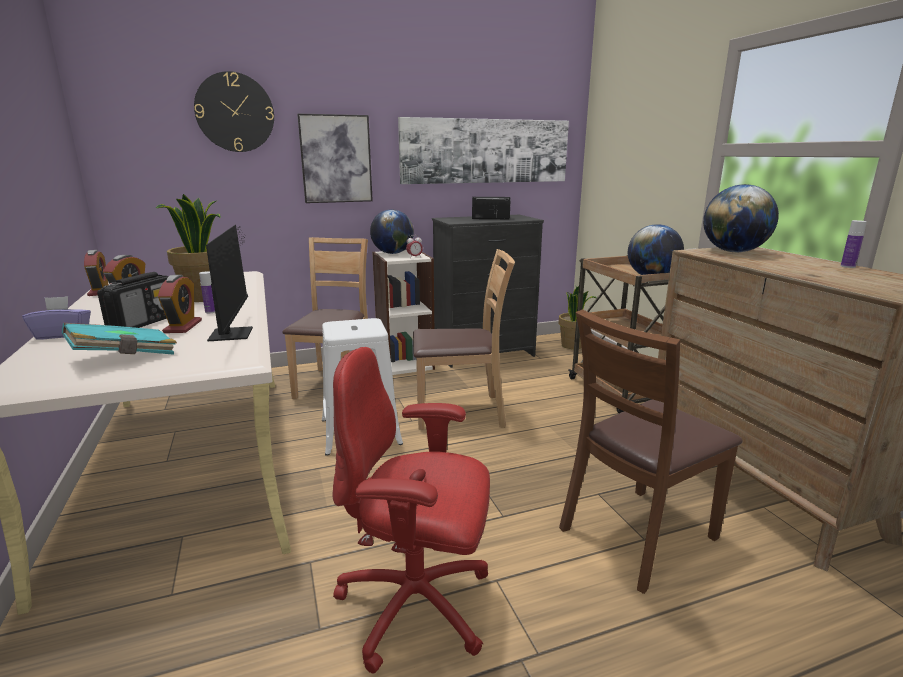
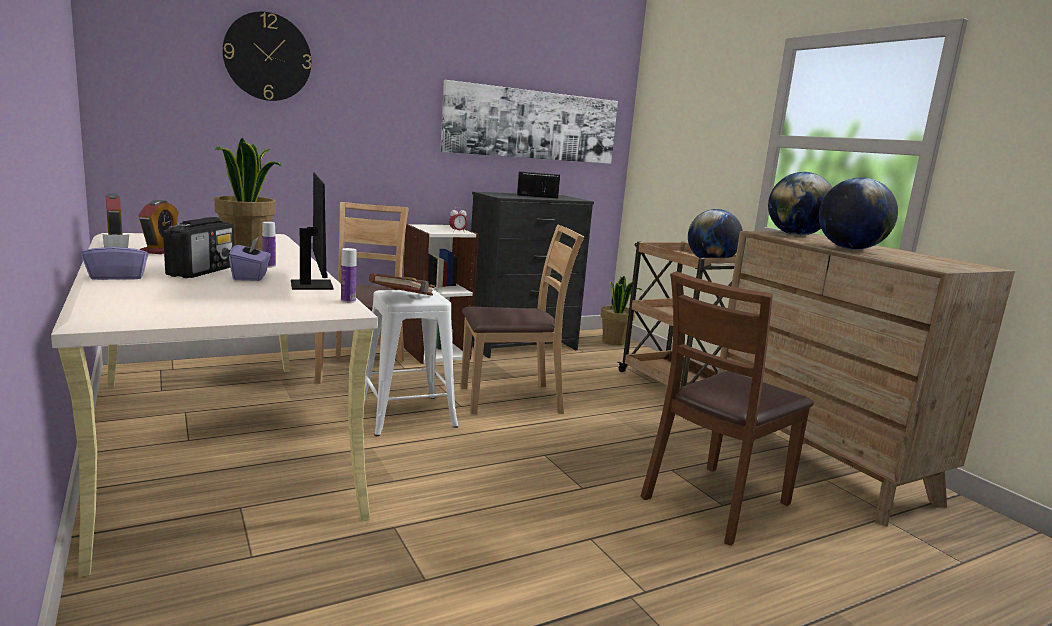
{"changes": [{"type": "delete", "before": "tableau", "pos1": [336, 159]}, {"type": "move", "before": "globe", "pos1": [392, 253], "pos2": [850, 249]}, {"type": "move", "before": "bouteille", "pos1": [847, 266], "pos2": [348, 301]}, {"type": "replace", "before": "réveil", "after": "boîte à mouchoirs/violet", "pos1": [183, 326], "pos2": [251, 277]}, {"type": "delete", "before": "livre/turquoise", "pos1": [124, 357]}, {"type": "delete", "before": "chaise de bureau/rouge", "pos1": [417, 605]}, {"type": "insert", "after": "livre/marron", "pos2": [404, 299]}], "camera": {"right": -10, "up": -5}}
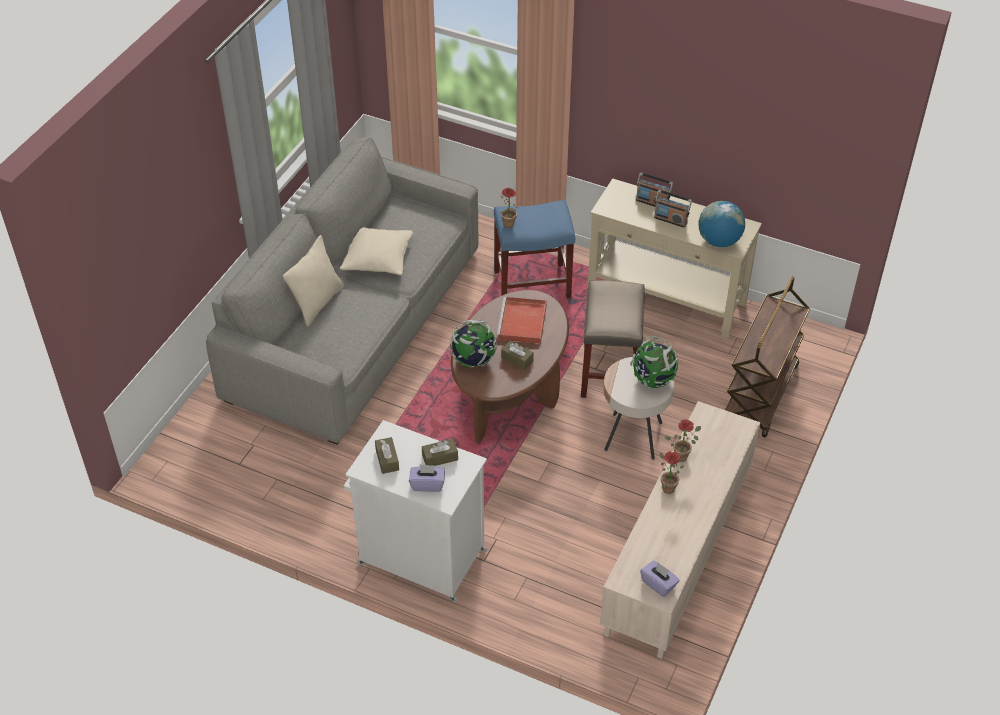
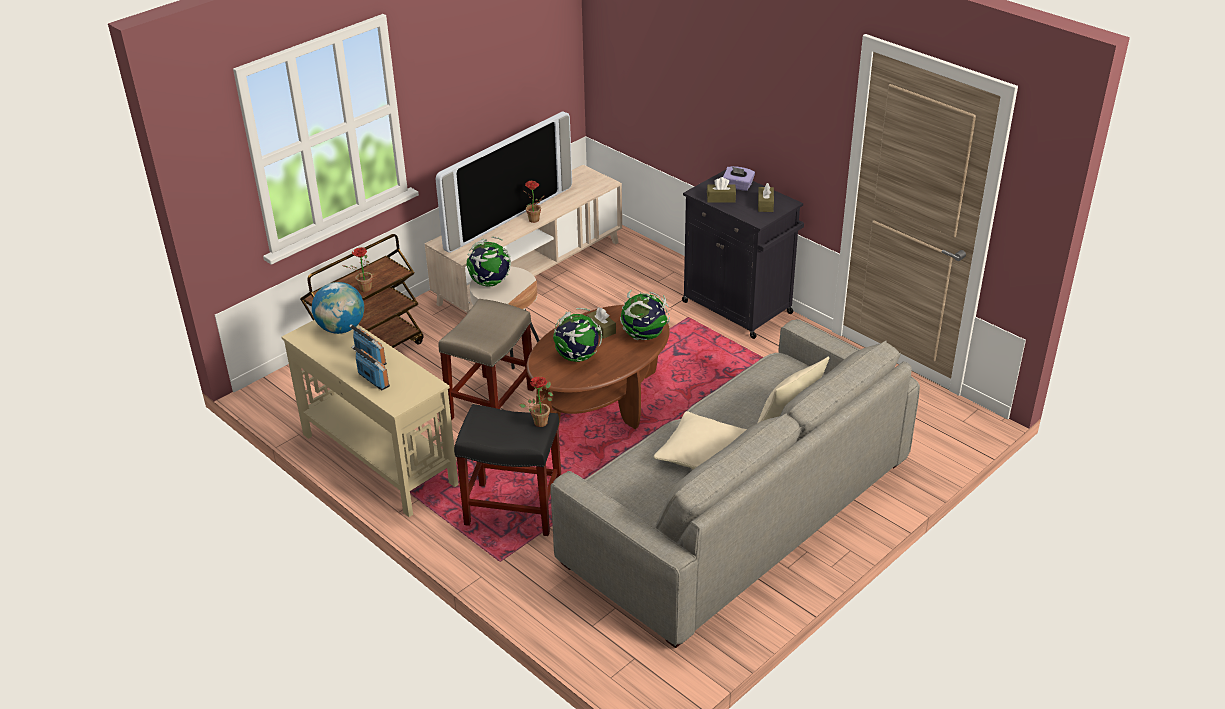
{"changes": [{"type": "recolor", "before": "tabouret/bleu", "after": "tabouret/noir", "pos1": [533, 284], "pos2": [512, 509]}, {"type": "replace", "before": "plateau/rouge", "after": "globe", "pos1": [522, 323], "pos2": [577, 357]}, {"type": "move", "before": "plante en pot", "pos1": [682, 455], "pos2": [363, 290]}, {"type": "recolor", "before": "meuble de rangement/blanc", "after": "meuble de rangement/noir", "pos1": [420, 557], "pos2": [739, 308]}, {"type": "delete", "before": "boîte à mouchoirs/violet", "pos1": [658, 584]}, {"type": "insert", "after": "téléviseur", "pos2": [506, 216]}], "camera": {"right": -160, "up": -10}}
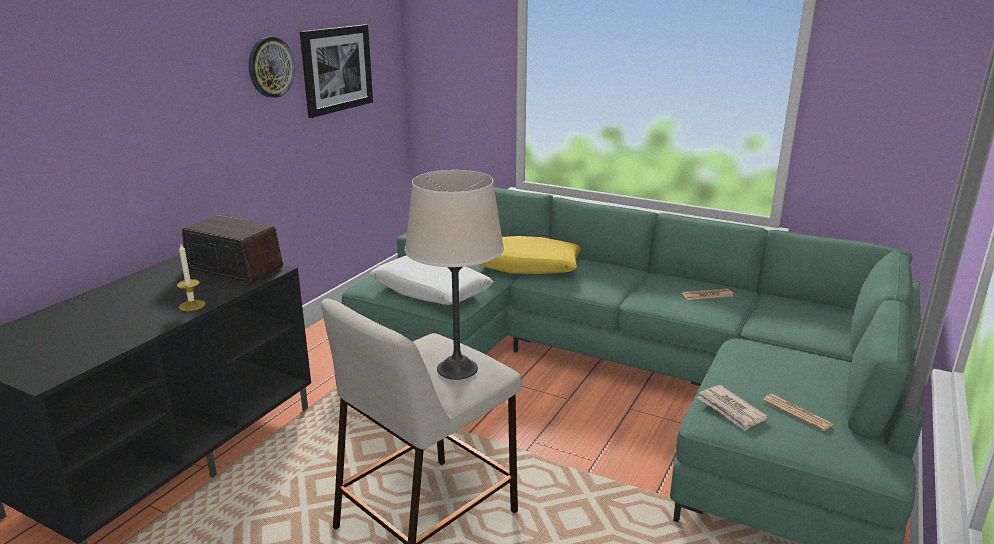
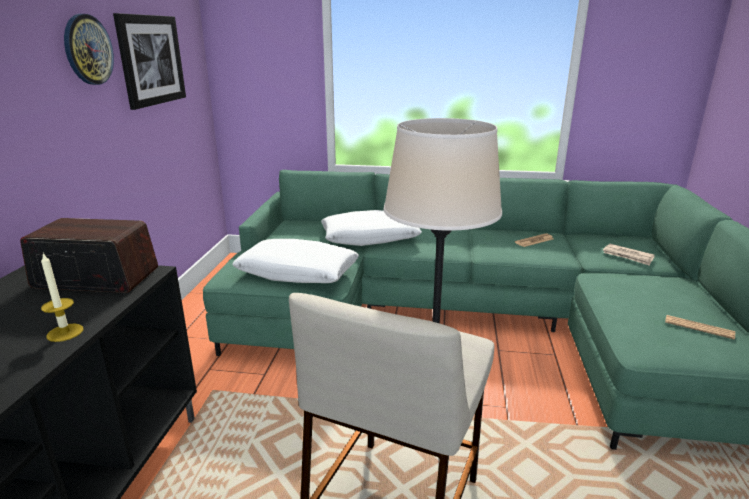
{"changes": [{"type": "recolor", "before": "coussin/jaune", "after": "coussin/blanc", "pos1": [528, 266], "pos2": [369, 238]}, {"type": "move", "before": "journal", "pos1": [730, 410], "pos2": [628, 256]}], "camera": {"right": -20, "up": 0}}
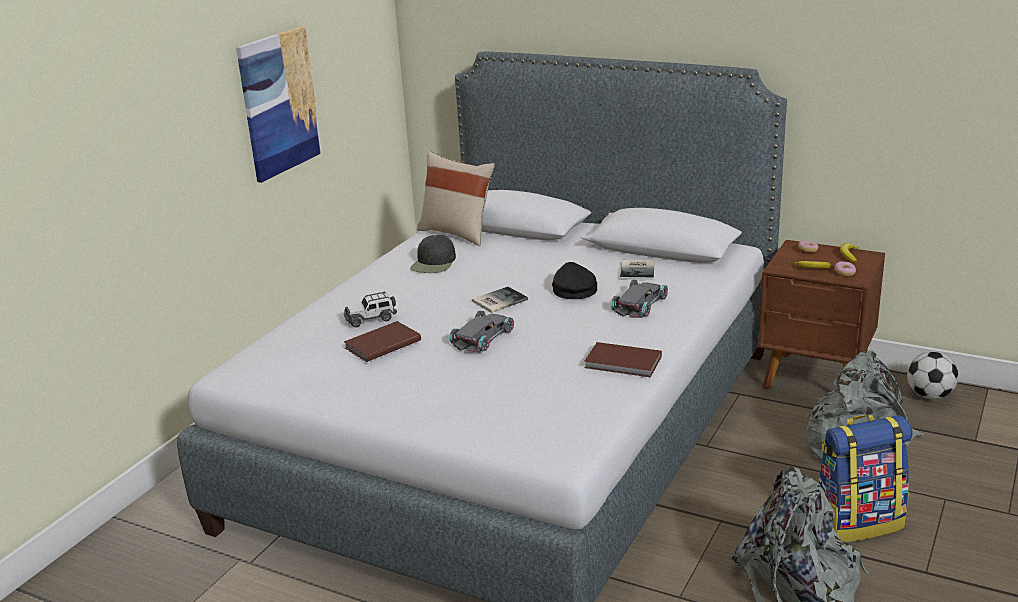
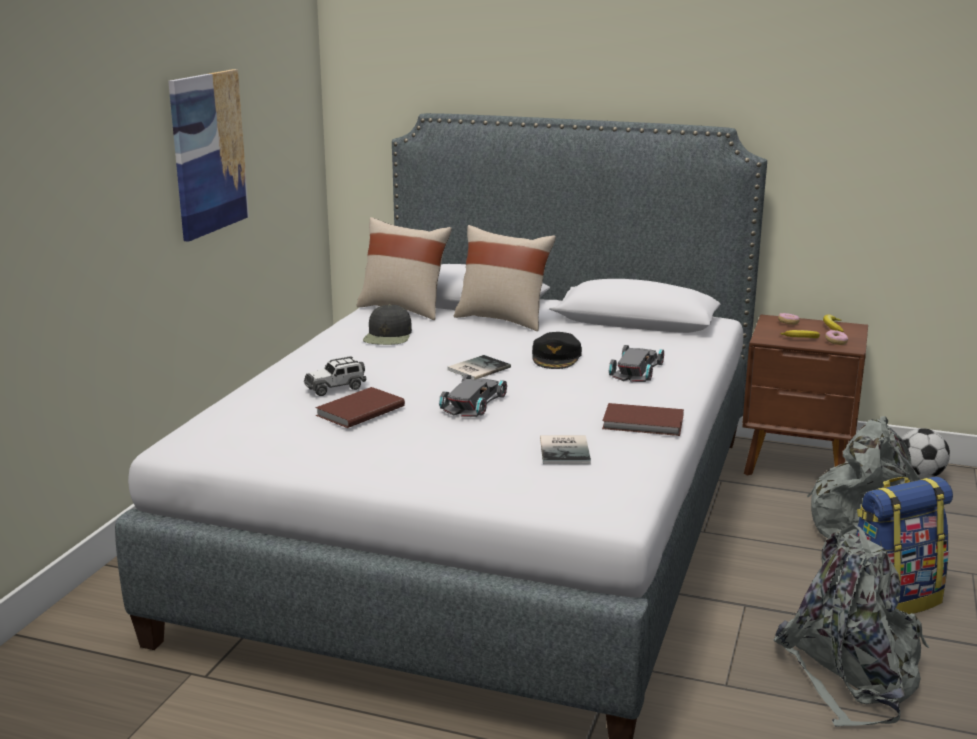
{"changes": [{"type": "move", "before": "livre", "pos1": [639, 270], "pos2": [566, 450]}, {"type": "rotate", "before": "casquette/noir", "pos1": [573, 289], "pos2": [556, 357], "turn": -150}, {"type": "insert", "after": "coussin/beige", "pos2": [503, 319]}], "camera": {"right": -10, "up": -5}}
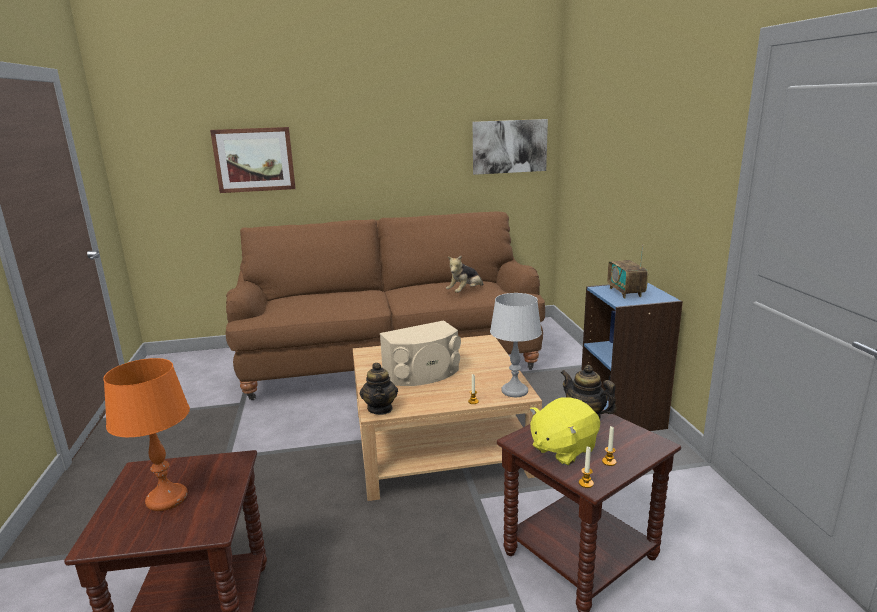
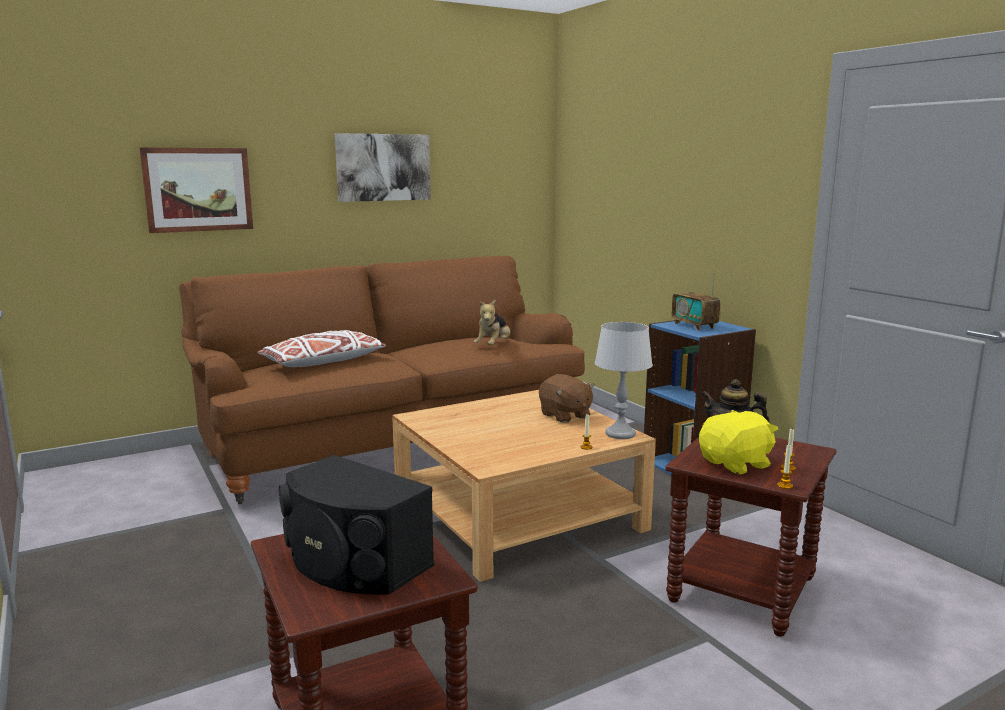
{"changes": [{"type": "move", "before": "tableau", "pos1": [509, 146], "pos2": [383, 167]}, {"type": "delete", "before": "enceinte/beige", "pos1": [423, 373]}, {"type": "replace", "before": "lampe de table/orange", "after": "enceinte/noir", "pos1": [167, 498], "pos2": [352, 563]}, {"type": "delete", "before": "théière", "pos1": [380, 408]}, {"type": "rotate", "before": "peluche/jaune", "pos1": [562, 449], "pos2": [736, 464], "turn": -150}, {"type": "insert", "after": "coussin/blanc", "pos2": [323, 362]}, {"type": "insert", "after": "peluche/marron", "pos2": [565, 416]}], "camera": {"right": -20, "up": -5}}
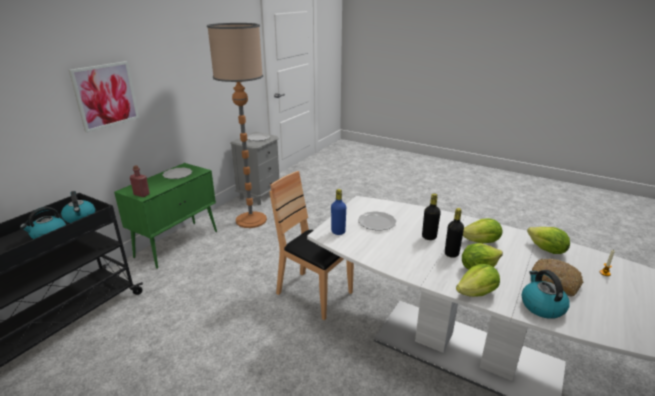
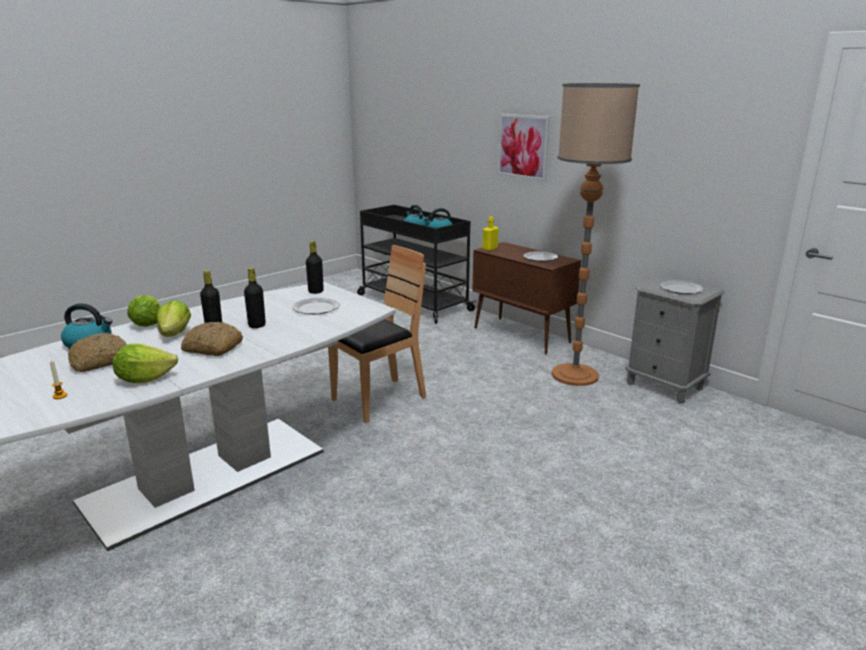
{"changes": [{"type": "recolor", "before": "meuble de rangement/vert", "after": "meuble de rangement/marron", "pos1": [178, 243], "pos2": [522, 335]}, {"type": "recolor", "before": "bouteille/rouge", "after": "bouteille/jaune", "pos1": [141, 194], "pos2": [490, 249]}, {"type": "recolor", "before": "bouteille/bleu", "after": "bouteille/noir", "pos1": [338, 232], "pos2": [316, 291]}, {"type": "replace", "before": "laitue", "after": "pain", "pos1": [481, 242], "pos2": [212, 348]}], "camera": {"right": 105, "up": -5}}
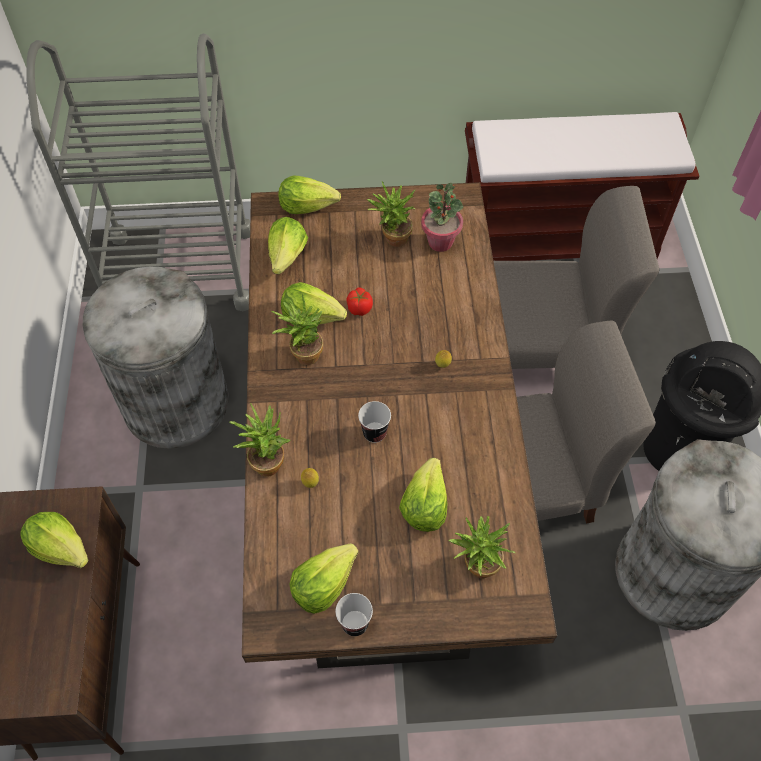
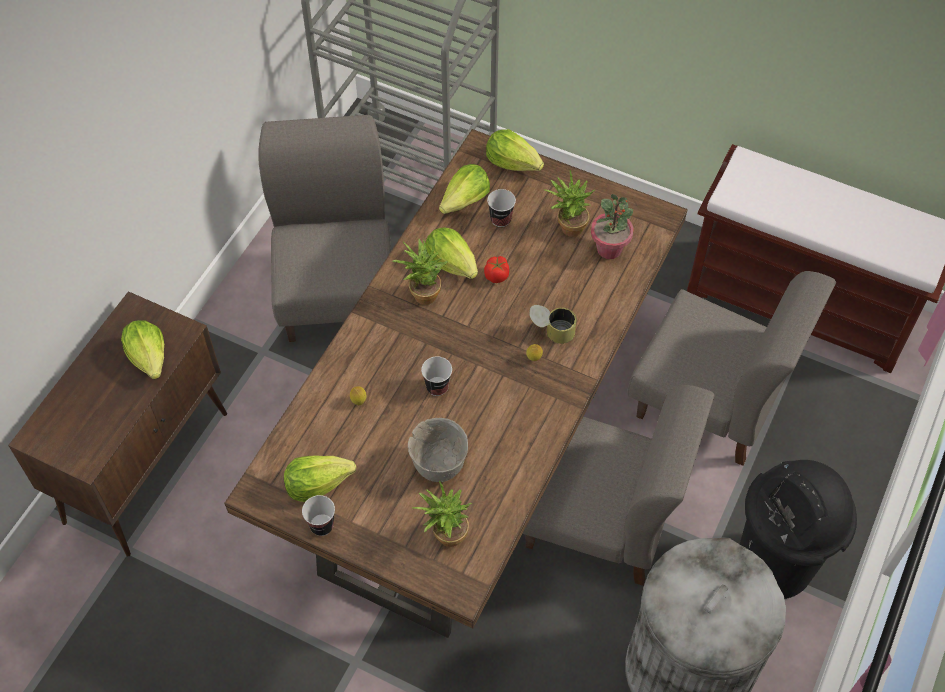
{"changes": [{"type": "replace", "before": "poubelle/gris", "after": "chaise/gris", "pos1": [176, 402], "pos2": [337, 291]}, {"type": "delete", "before": "plante en pot", "pos1": [266, 460]}, {"type": "replace", "before": "laitue", "after": "bol/gris", "pos1": [424, 505], "pos2": [438, 465]}, {"type": "insert", "after": "tasse", "pos2": [500, 219]}, {"type": "insert", "after": "boîte métallique", "pos2": [551, 331]}], "camera": {"right": 30, "up": 0}}
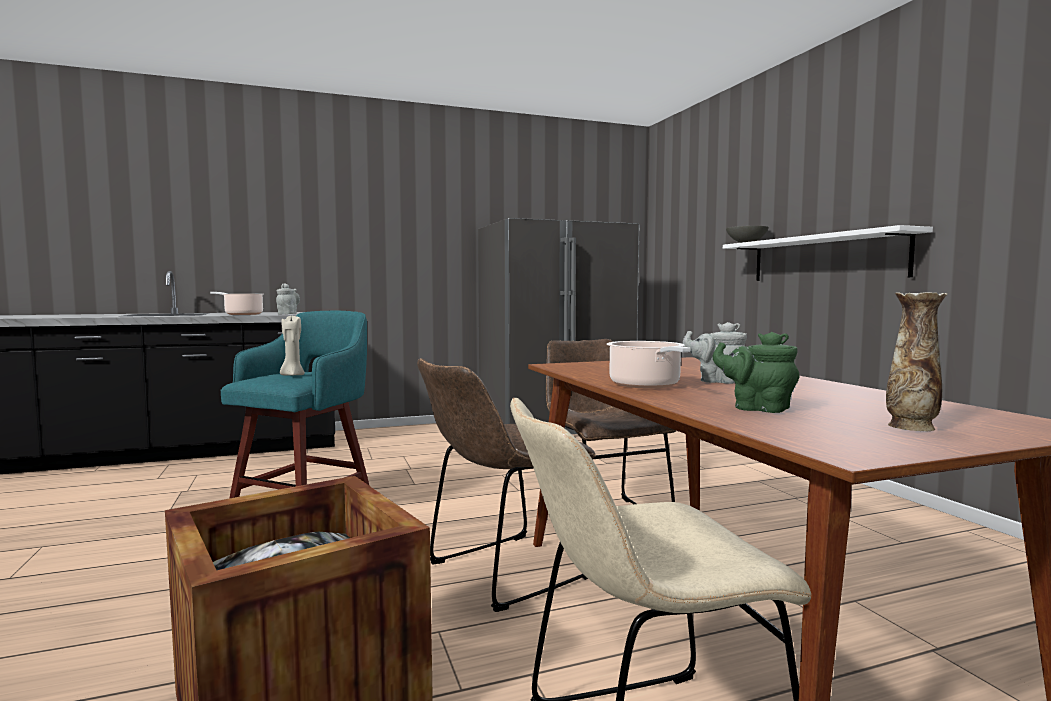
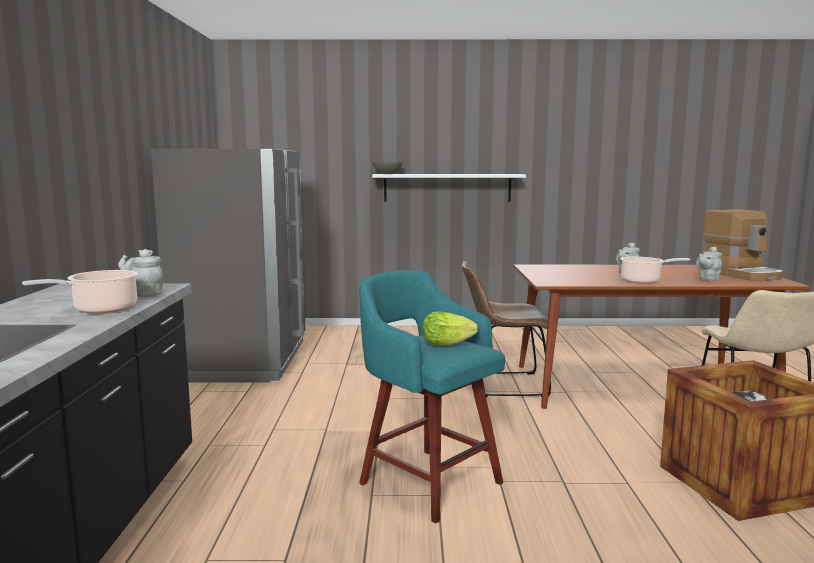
{"changes": [{"type": "replace", "before": "vase", "after": "machine à café", "pos1": [911, 427], "pos2": [741, 274]}, {"type": "replace", "before": "bougie/beige", "after": "laitue", "pos1": [292, 375], "pos2": [446, 344]}, {"type": "recolor", "before": "théière/vert", "after": "théière/gris", "pos1": [757, 408], "pos2": [707, 279]}, {"type": "delete", "before": "chaise/marron", "pos1": [503, 572]}], "camera": {"right": -70, "up": 5}}
